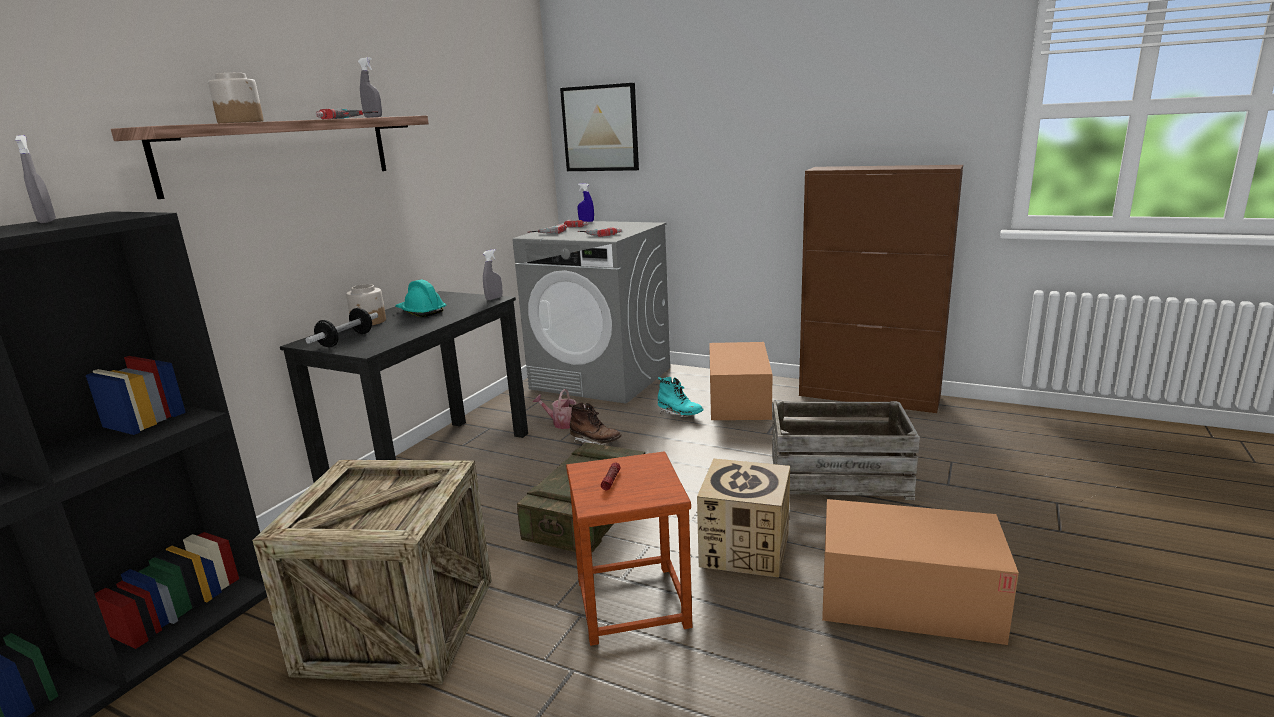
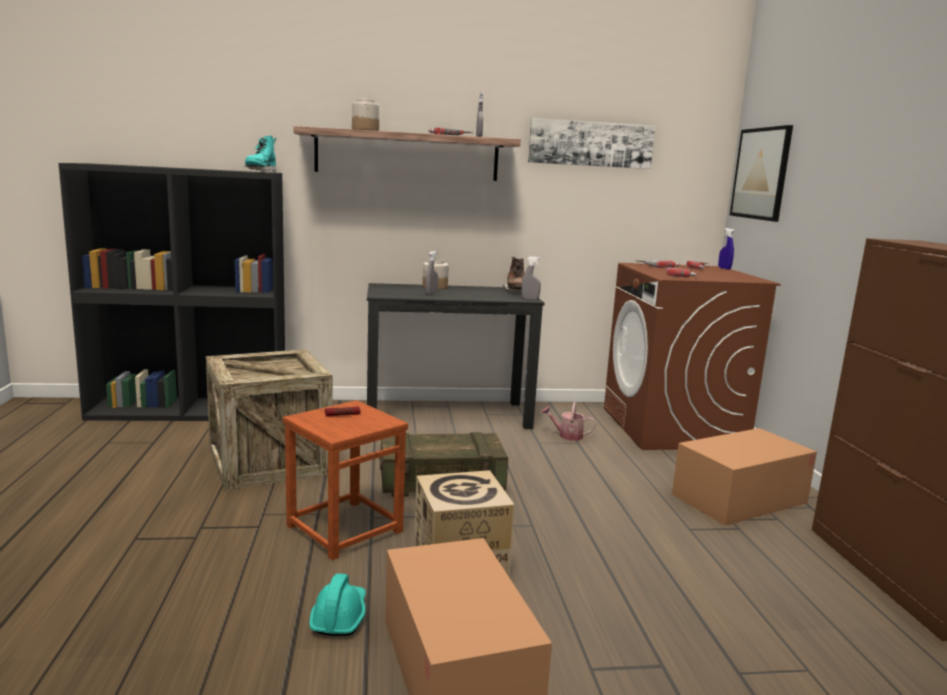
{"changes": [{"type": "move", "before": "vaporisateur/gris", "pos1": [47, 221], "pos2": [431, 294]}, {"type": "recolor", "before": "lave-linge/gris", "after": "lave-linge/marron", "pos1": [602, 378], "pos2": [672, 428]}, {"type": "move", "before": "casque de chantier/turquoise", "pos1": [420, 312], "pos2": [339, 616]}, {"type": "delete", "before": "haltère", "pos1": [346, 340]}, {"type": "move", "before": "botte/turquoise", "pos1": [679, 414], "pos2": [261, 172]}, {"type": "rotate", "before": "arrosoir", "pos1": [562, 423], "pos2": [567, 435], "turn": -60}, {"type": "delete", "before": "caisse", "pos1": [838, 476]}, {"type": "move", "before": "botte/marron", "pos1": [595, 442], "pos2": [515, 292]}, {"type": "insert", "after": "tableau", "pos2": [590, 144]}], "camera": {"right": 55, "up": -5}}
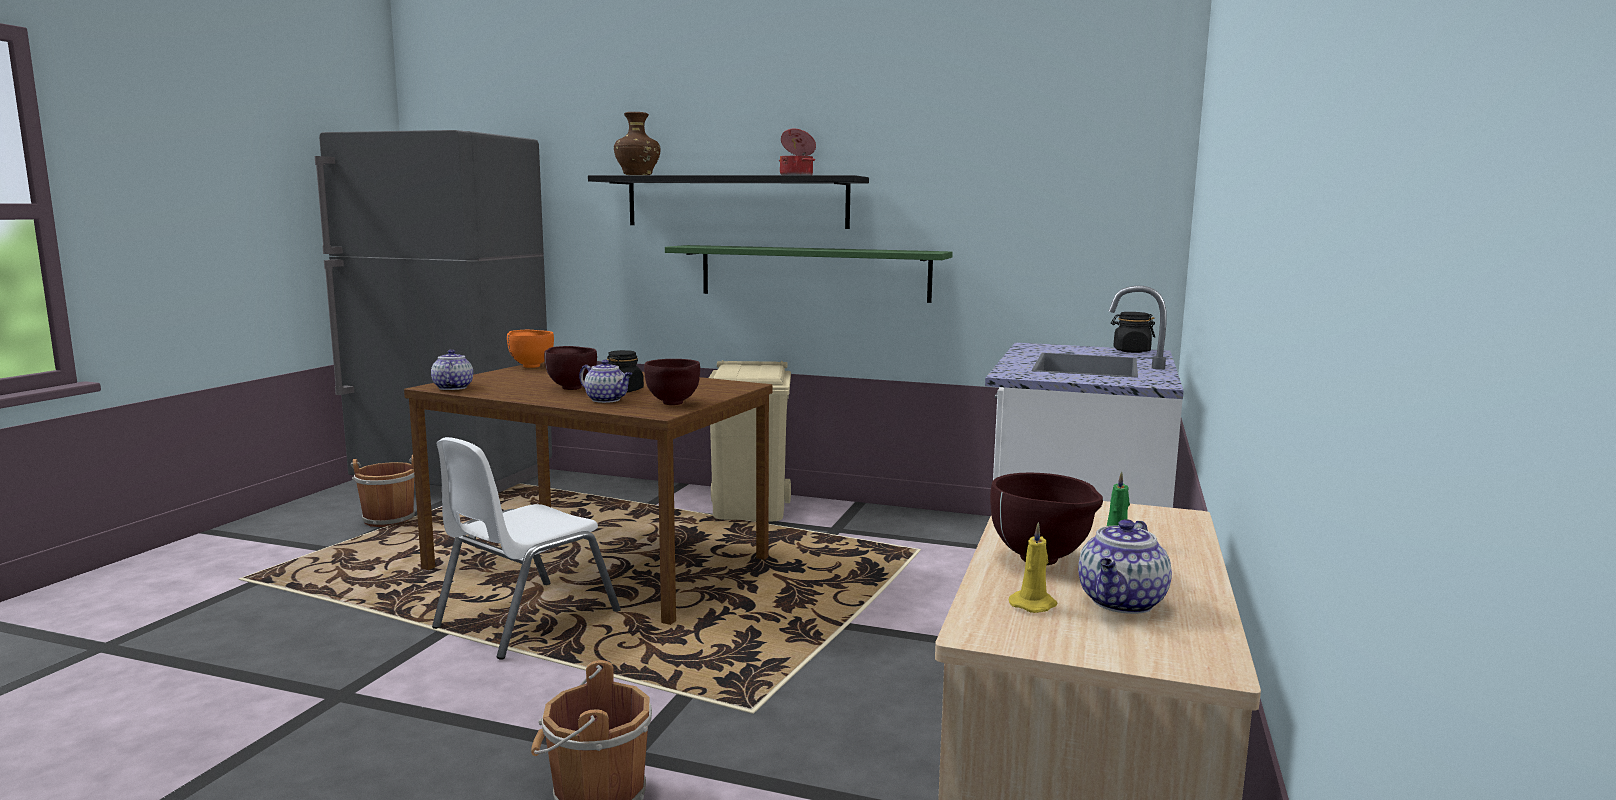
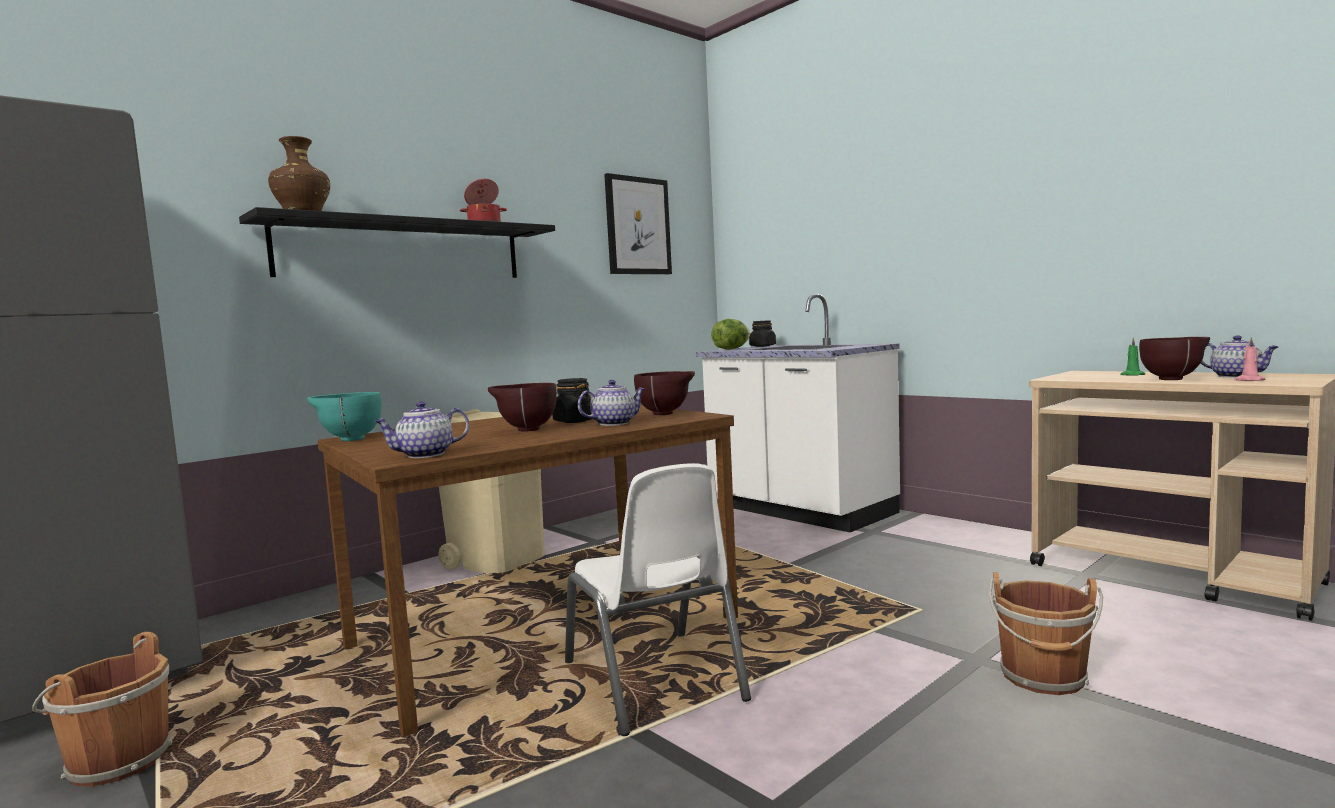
{"changes": [{"type": "delete", "before": "étagère/vert", "pos1": [813, 273]}, {"type": "recolor", "before": "bol/orange", "after": "bol/turquoise", "pos1": [530, 366], "pos2": [349, 439]}, {"type": "rotate", "before": "théière", "pos1": [452, 387], "pos2": [424, 455], "turn": -45}, {"type": "recolor", "before": "bougie/jaune", "after": "bougie/rose", "pos1": [1034, 604], "pos2": [1248, 380]}, {"type": "insert", "after": "tableau", "pos2": [637, 226]}, {"type": "insert", "after": "laitue", "pos2": [731, 349]}], "camera": {"right": -60, "up": -5}}
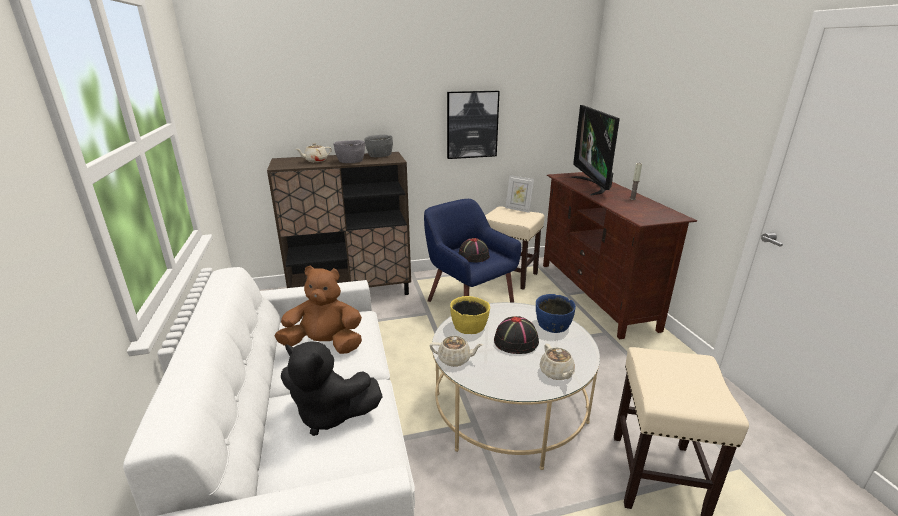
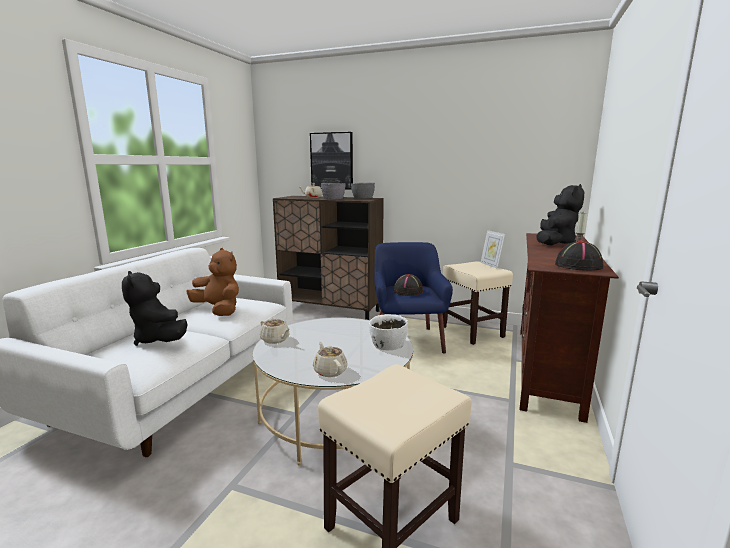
{"changes": [{"type": "move", "before": "tableau", "pos1": [472, 124], "pos2": [332, 161]}, {"type": "replace", "before": "téléviseur", "after": "peluche/noir", "pos1": [592, 185], "pos2": [555, 243]}, {"type": "recolor", "before": "bol/bleu", "after": "bol/blanc", "pos1": [553, 325], "pos2": [387, 344]}, {"type": "delete", "before": "bol/jaune", "pos1": [469, 326]}, {"type": "move", "before": "chapeau/noir", "pos1": [516, 341], "pos2": [578, 266]}, {"type": "rotate", "before": "théière/beige", "pos1": [556, 373], "pos2": [330, 371], "turn": 135}], "camera": {"right": 35, "up": -10}}
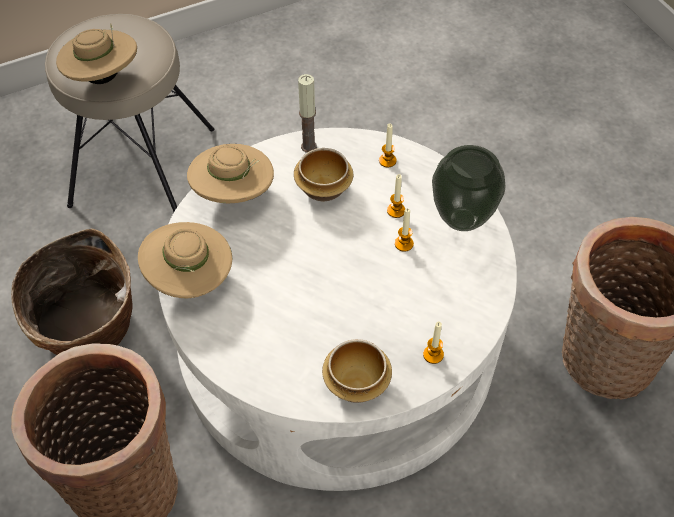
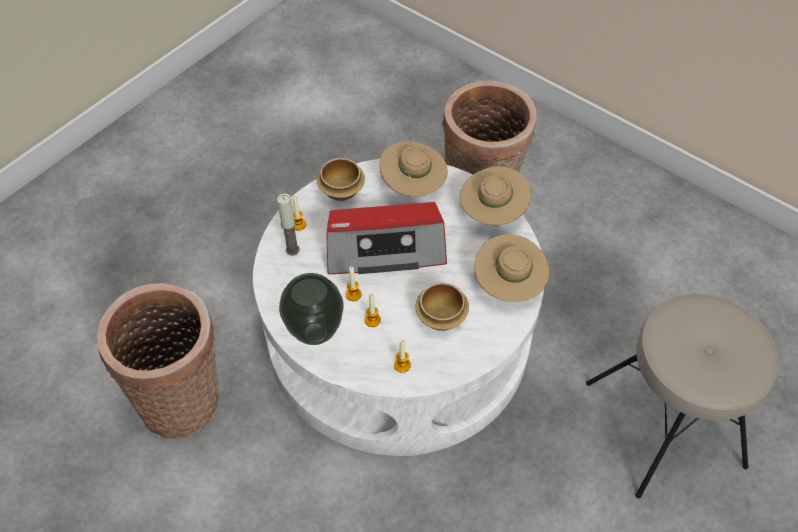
{"changes": [{"type": "move", "before": "chapeau/beige", "pos1": [103, 77], "pos2": [413, 185]}, {"type": "move", "before": "bougie", "pos1": [309, 146], "pos2": [292, 250]}, {"type": "delete", "before": "panier", "pos1": [90, 332]}, {"type": "insert", "after": "radio", "pos2": [385, 248]}], "camera": {"right": 155, "up": 0}}
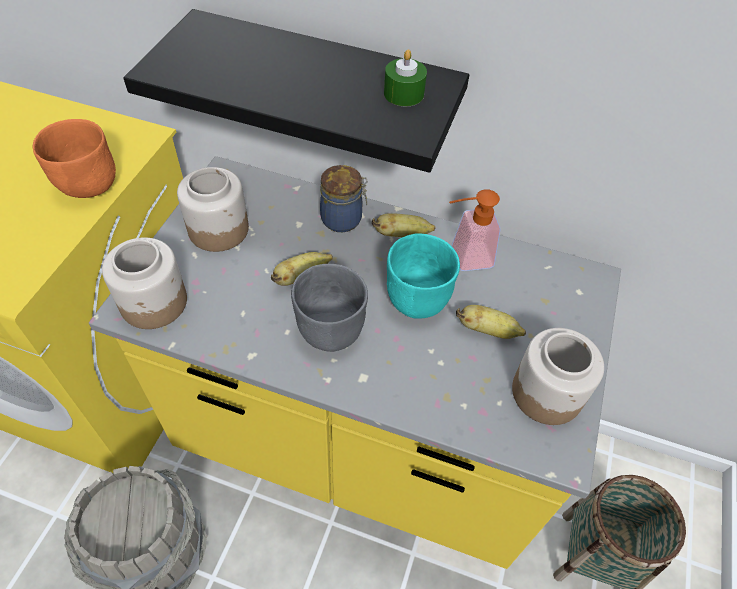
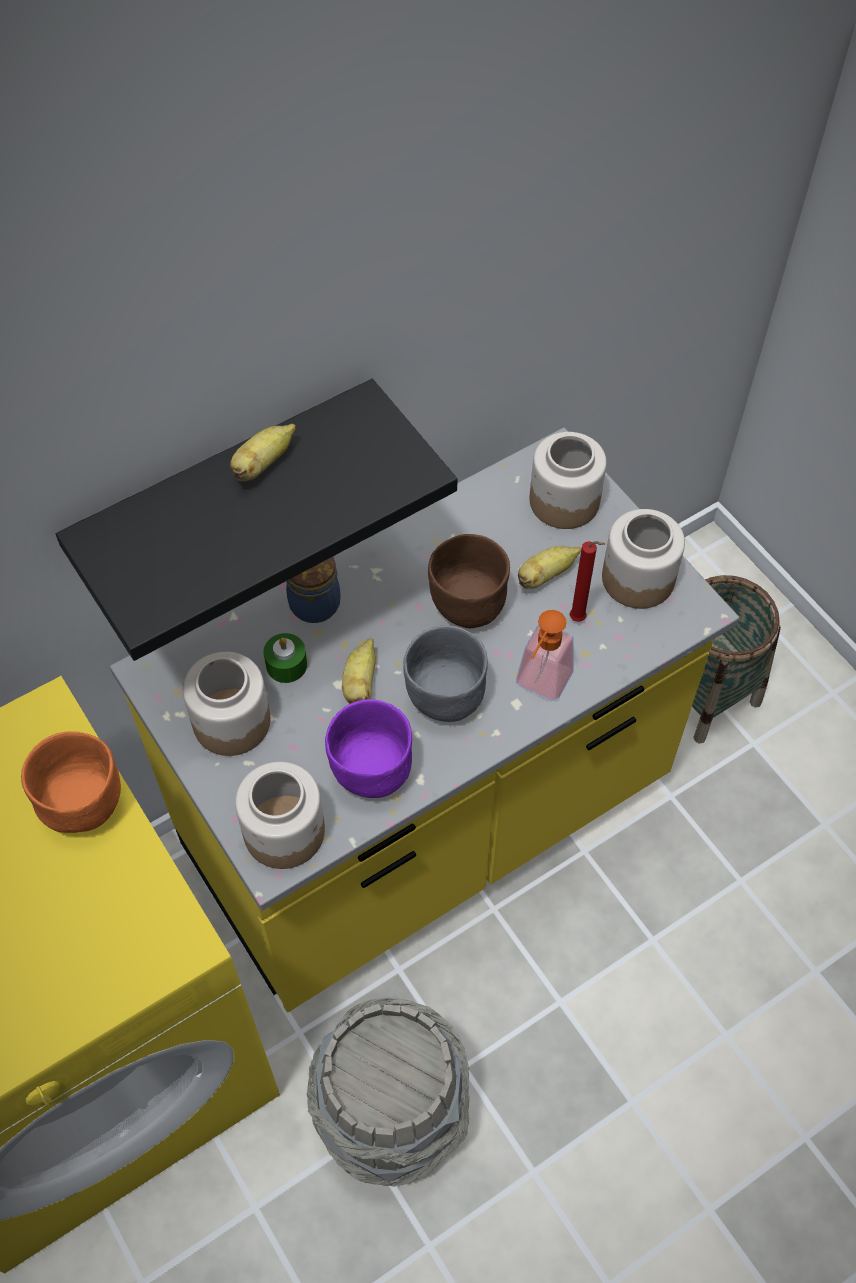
{"changes": [{"type": "move", "before": "bougie/vert", "pos1": [403, 93], "pos2": [286, 665]}, {"type": "move", "before": "distributeur de savon", "pos1": [464, 258], "pos2": [540, 685]}, {"type": "move", "before": "banane", "pos1": [402, 235], "pos2": [263, 464]}, {"type": "recolor", "before": "bol/turquoise", "after": "bol/marron", "pos1": [415, 299], "pos2": [467, 607]}, {"type": "insert", "after": "bocal", "pos2": [563, 500]}, {"type": "insert", "after": "bougie/rouge", "pos2": [580, 619]}, {"type": "insert", "after": "bol/violet", "pos2": [371, 773]}], "camera": {"right": -50, "up": 5}}
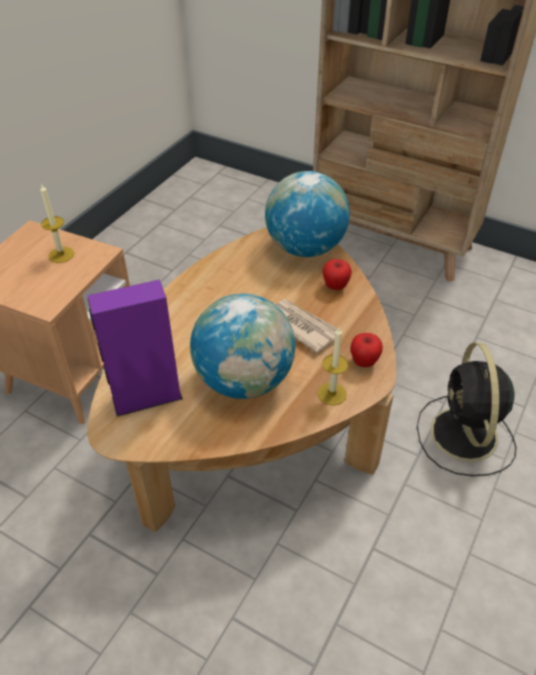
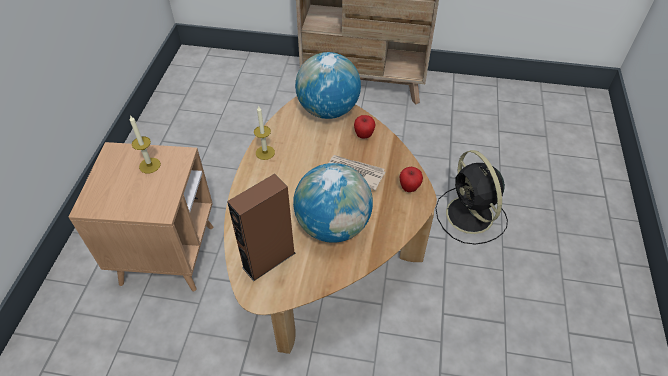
{"changes": [{"type": "recolor", "before": "enceinte/violet", "after": "enceinte/marron", "pos1": [147, 398], "pos2": [269, 260]}, {"type": "move", "before": "bougie", "pos1": [332, 394], "pos2": [265, 152]}], "camera": {"right": -20, "up": 5}}
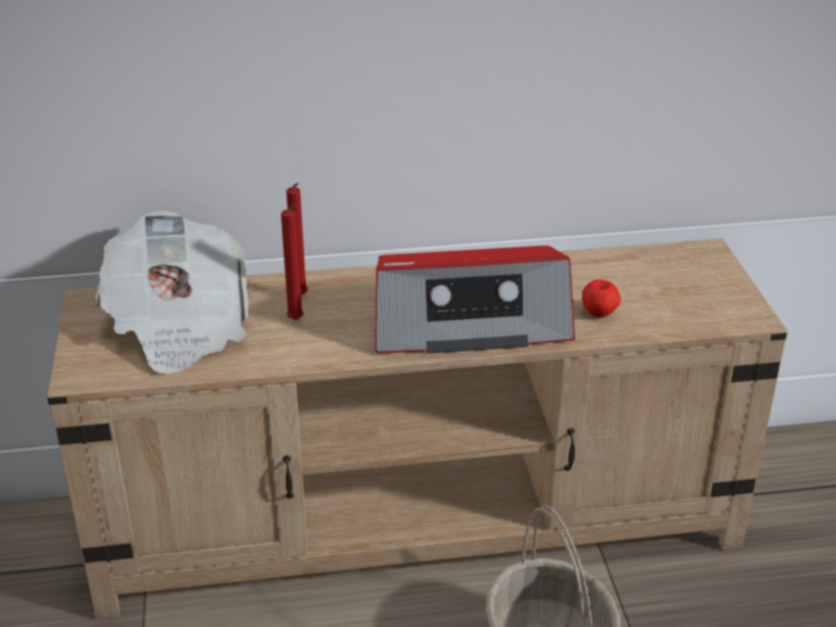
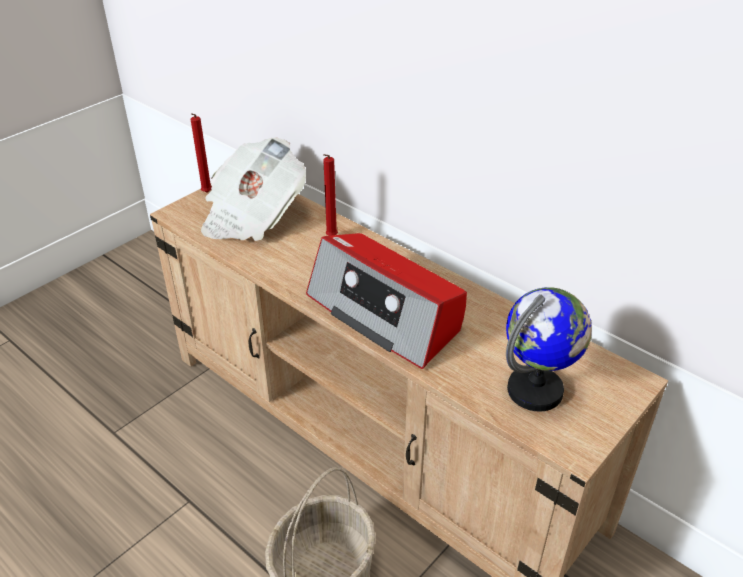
{"changes": [{"type": "move", "before": "bougie/rouge", "pos1": [297, 321], "pos2": [206, 193]}, {"type": "delete", "before": "pomme", "pos1": [599, 313]}, {"type": "insert", "after": "globe", "pos2": [535, 391]}], "camera": {"right": 50, "up": 5}}
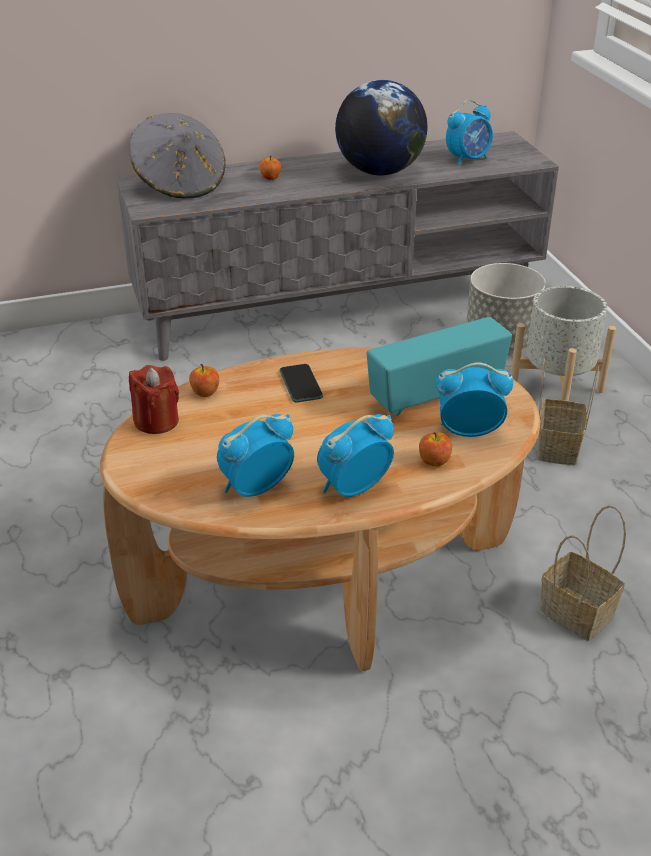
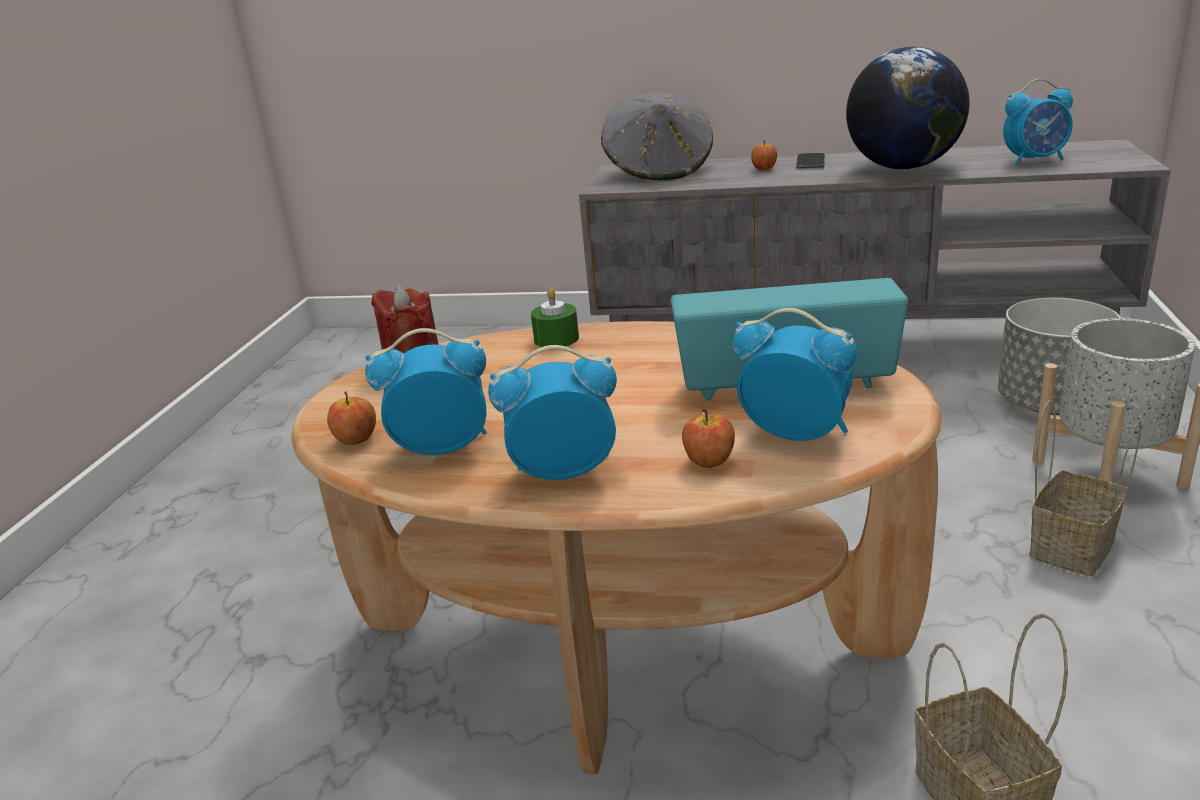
{"changes": [{"type": "move", "before": "pomme", "pos1": [205, 392], "pos2": [356, 439]}, {"type": "move", "before": "téléphone", "pos1": [300, 384], "pos2": [810, 162]}, {"type": "insert", "after": "bougie/vert", "pos2": [556, 339]}], "camera": {"right": 30, "up": -10}}
